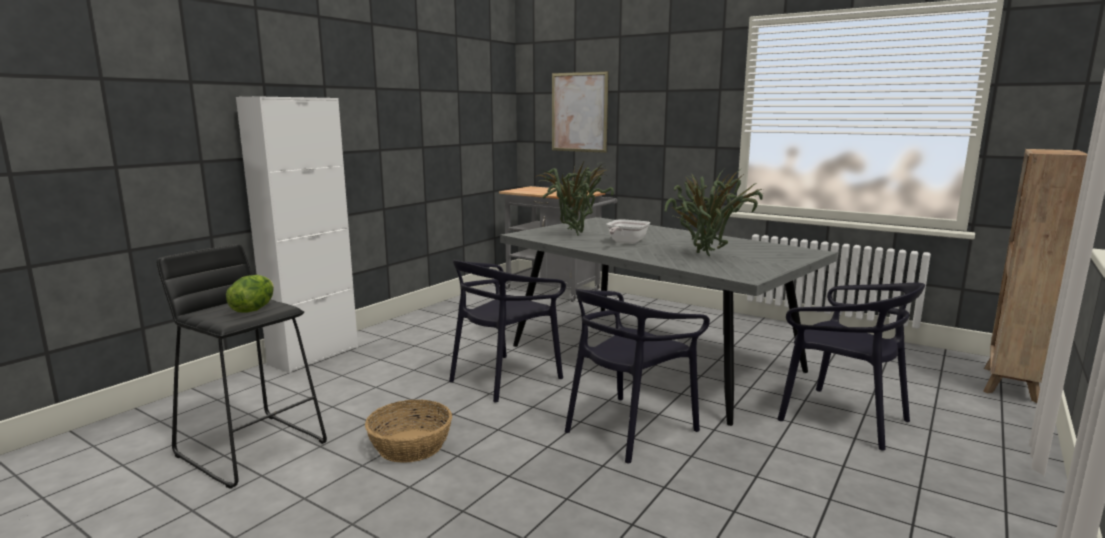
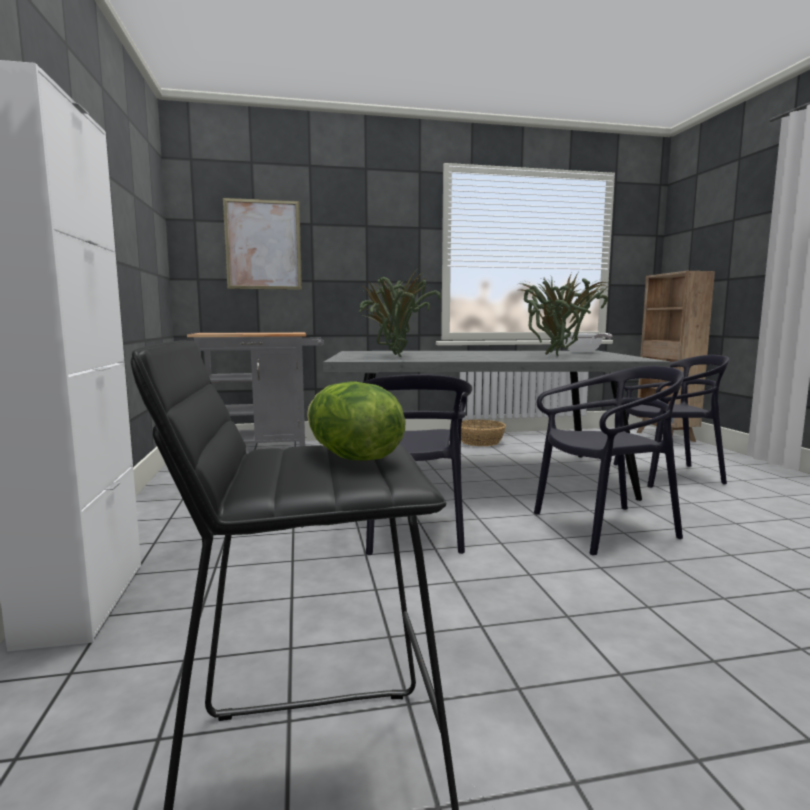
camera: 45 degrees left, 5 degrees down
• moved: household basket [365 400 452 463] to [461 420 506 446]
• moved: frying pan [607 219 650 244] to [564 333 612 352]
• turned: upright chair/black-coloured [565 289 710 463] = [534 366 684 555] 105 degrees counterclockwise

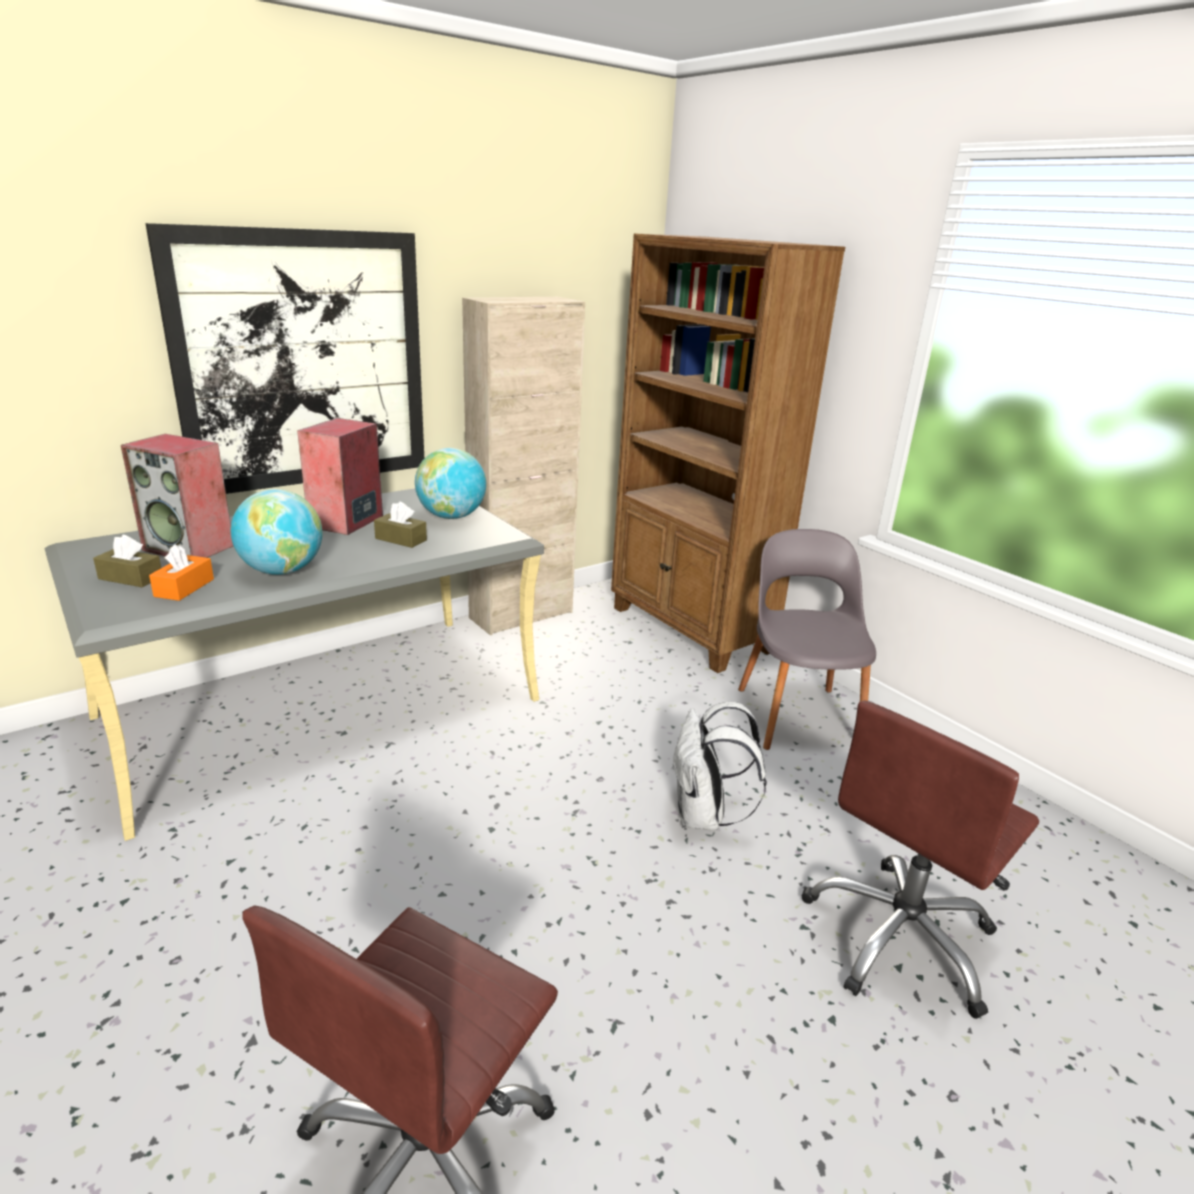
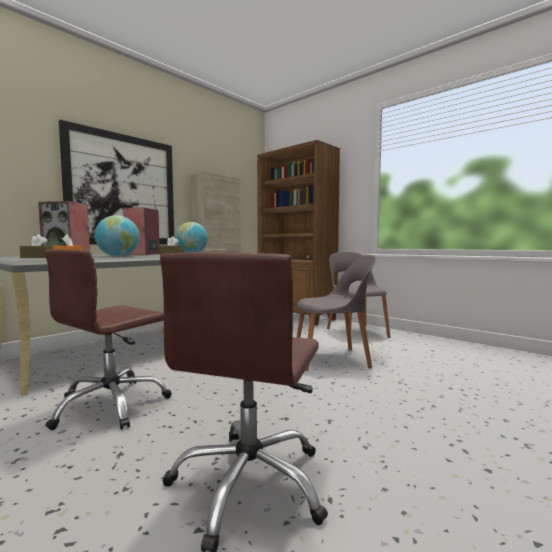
camera: 10 degrees left, 20 degrees down
• moved: desk chair/brown [802 700 1039 1019] to [45 249 171 430]
• replaced: rucksack/white [671 702 767 831] to upright chair/grey [296 255 376 371]

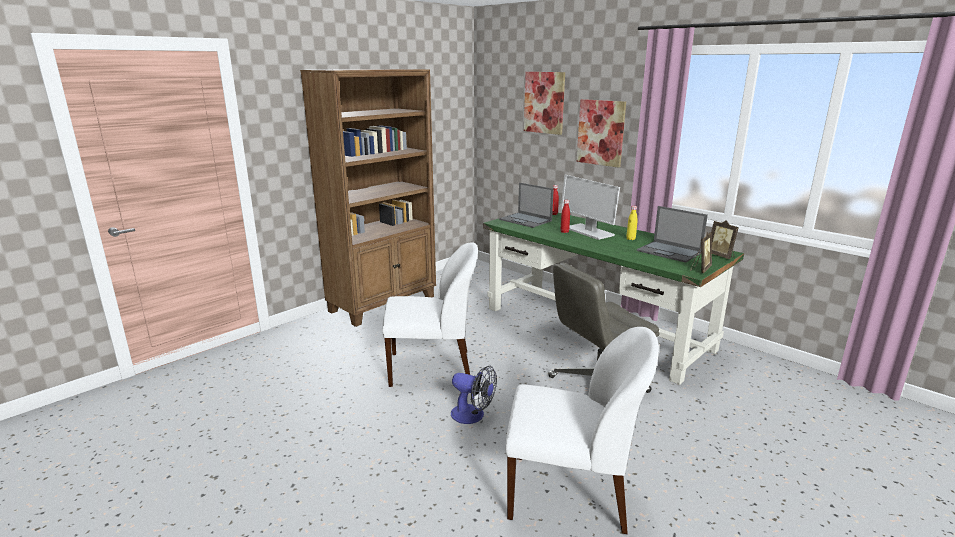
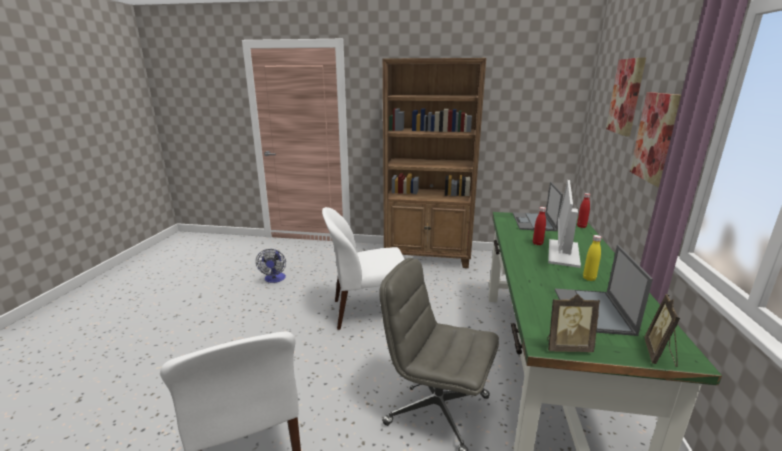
camera: 55 degrees right, 0 degrees up
• moved: electric fan [451 366 497 424] to [256 249 286 283]
• turned: upright chair/white [382 242 478 387] = [322 207 405 330] 120 degrees clockwise

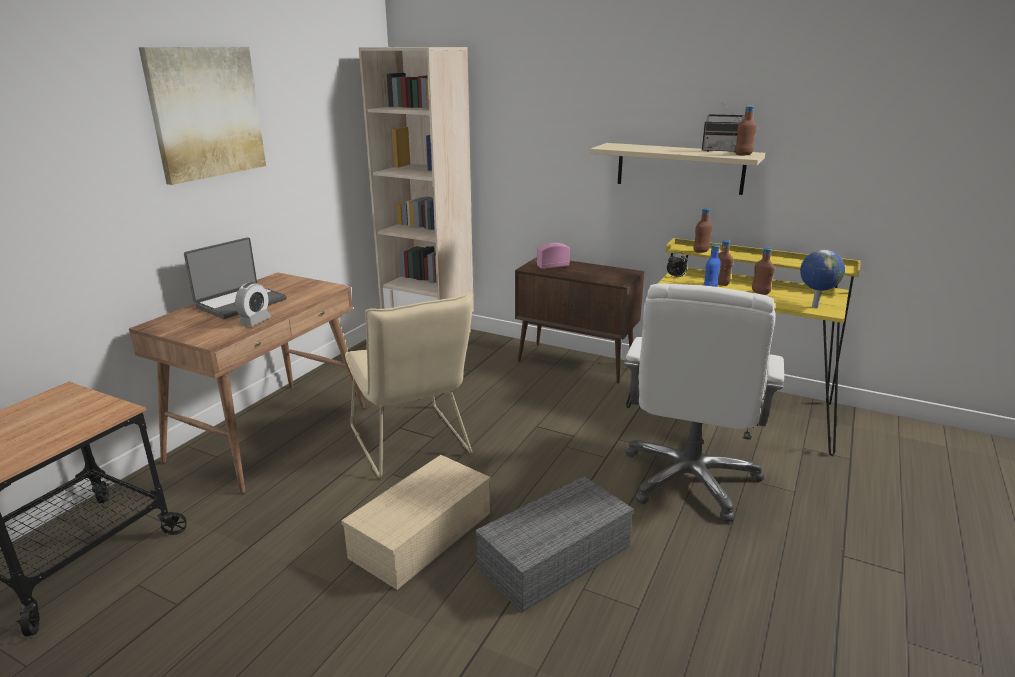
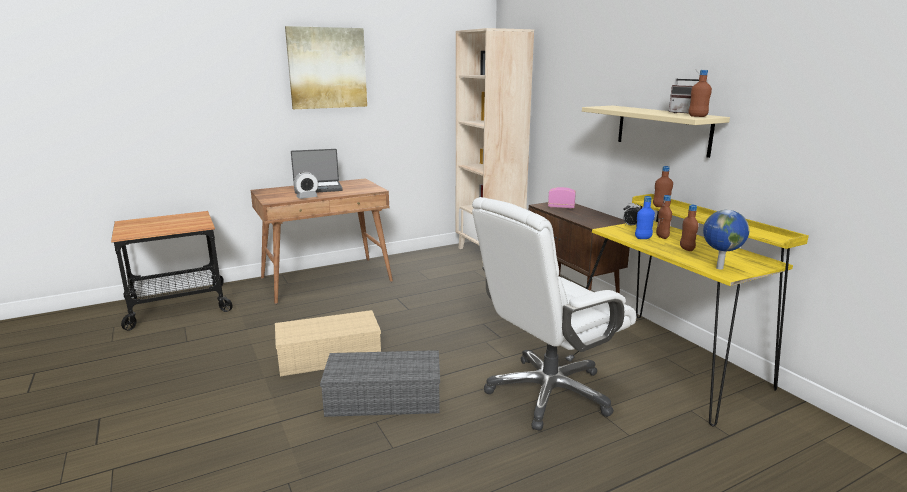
camera: 35 degrees right, 5 degrees down
• removed: upright chair/beige [345 292 474 478]

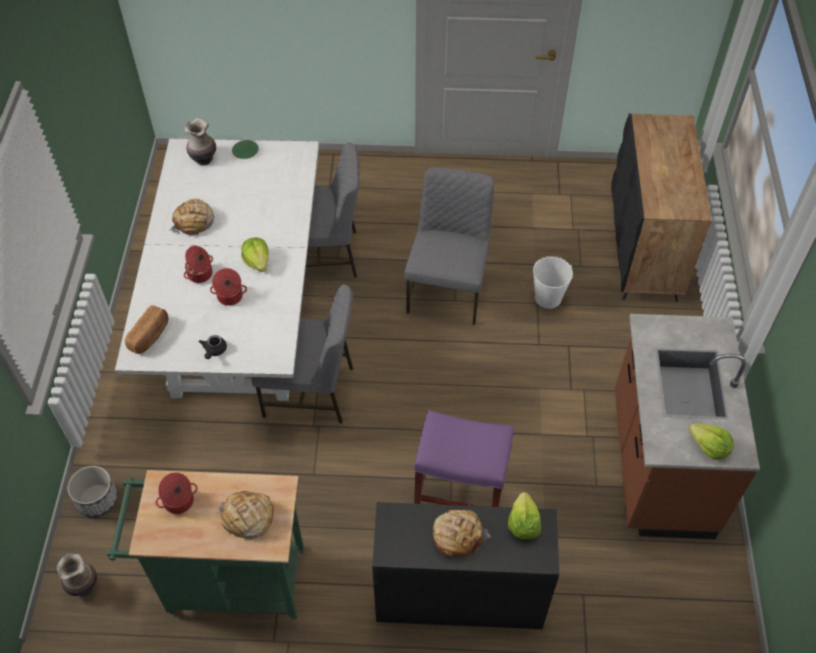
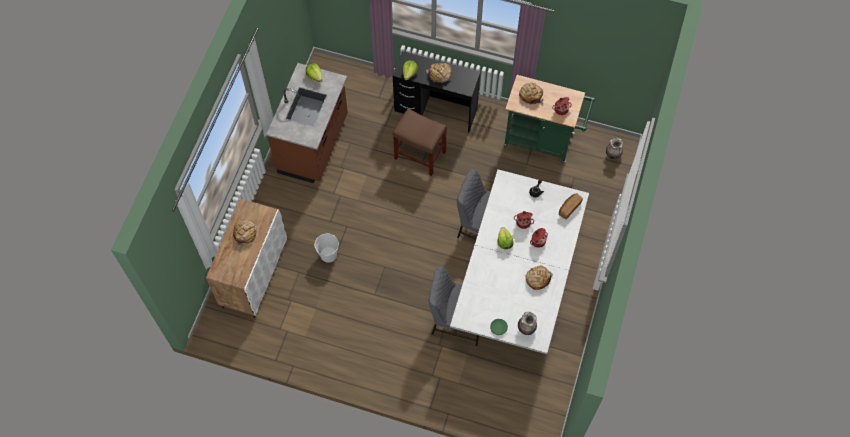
camera: 165 degrees left, 10 degrees up
• removed: planter [68 466 118 518]
• removed: upright chair/grey [405 167 494 325]
• added: bread [233 220 257 247]
• recoloured: stool seat/purple-coloured [414 410 514 507] to stool seat/brown [393 109 447 176]
• recoloured: storage cabinet/black-coloured [611 114 712 302] to storage cabinet/white [206 199 287 318]

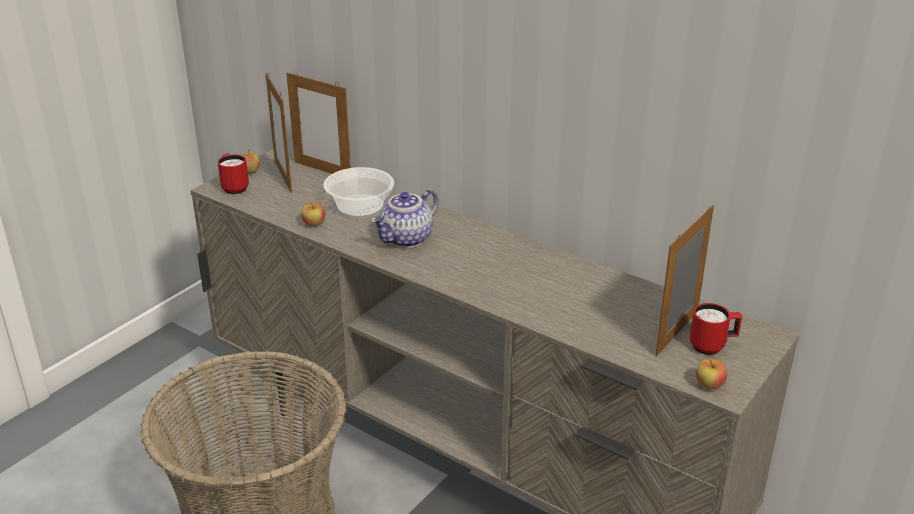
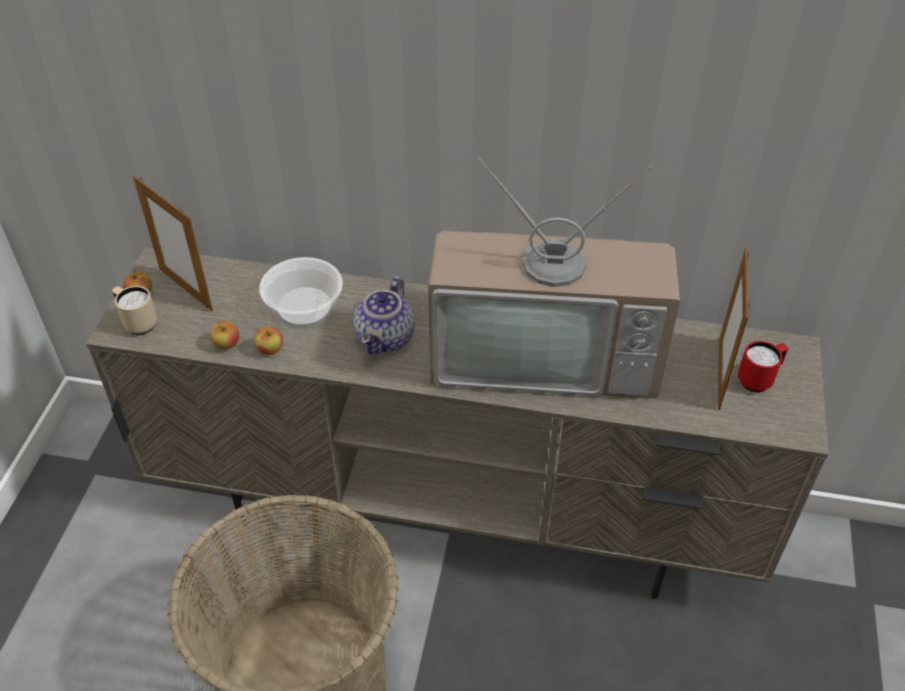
camera: 25 degrees left, 15 degrees up
• removed: picture frame [286 71 351 174]
• added: TV [428 157 680 399]
• moved: whole apple [696 358 727 389] to [211 321 239 350]
• recoloured: tea mug/red-coloured [218 153 249 194] to tea mug/beige [112 286 157 335]

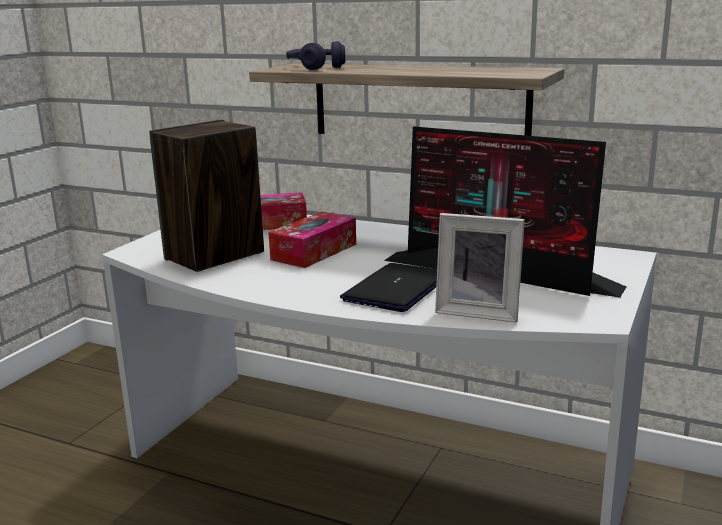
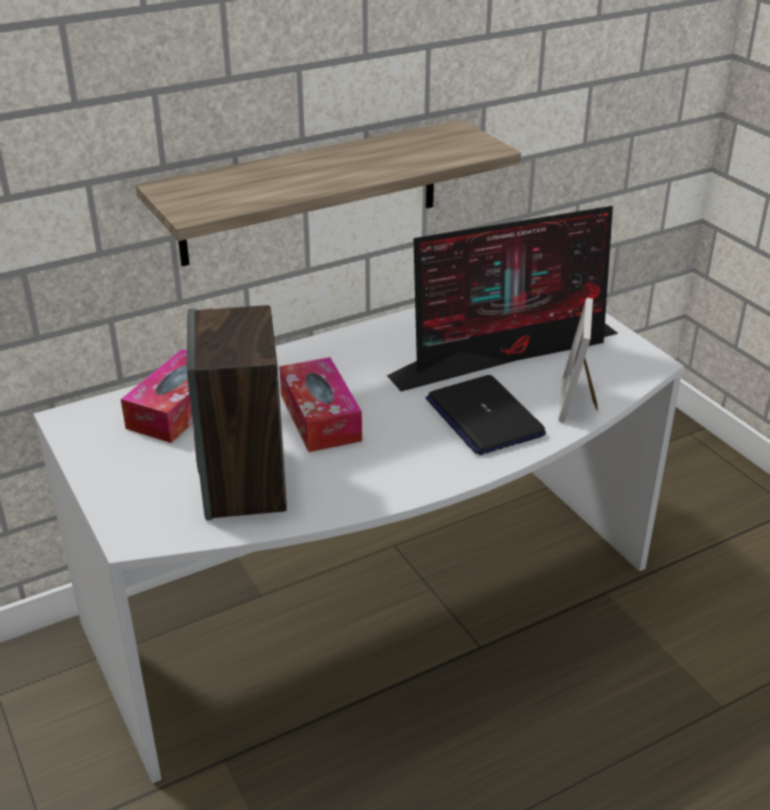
camera: 55 degrees left, 15 degrees up
• removed: headphones/purple-coloured [286 41 345 70]
• turned: picture frame [435 213 525 323] = [558 298 598 423] 135 degrees clockwise

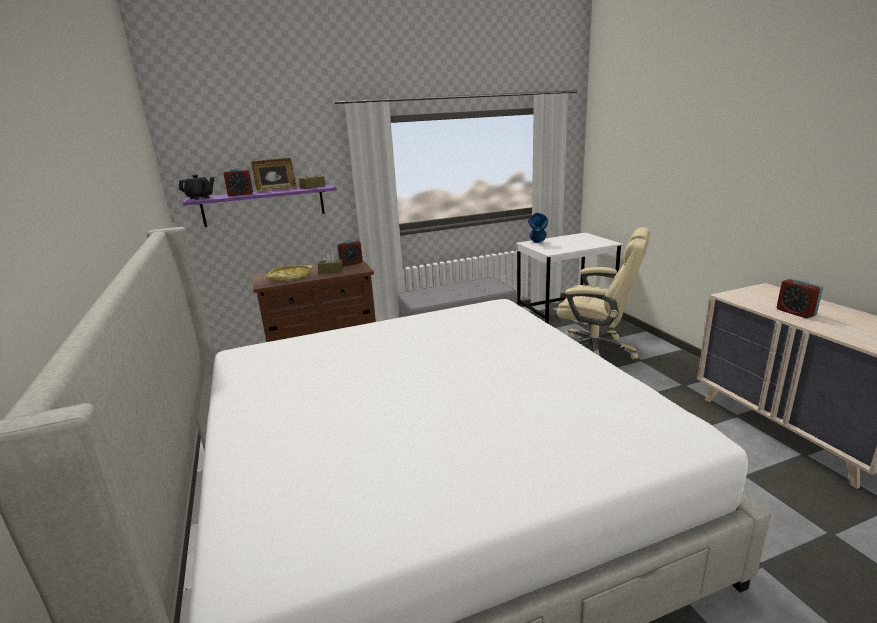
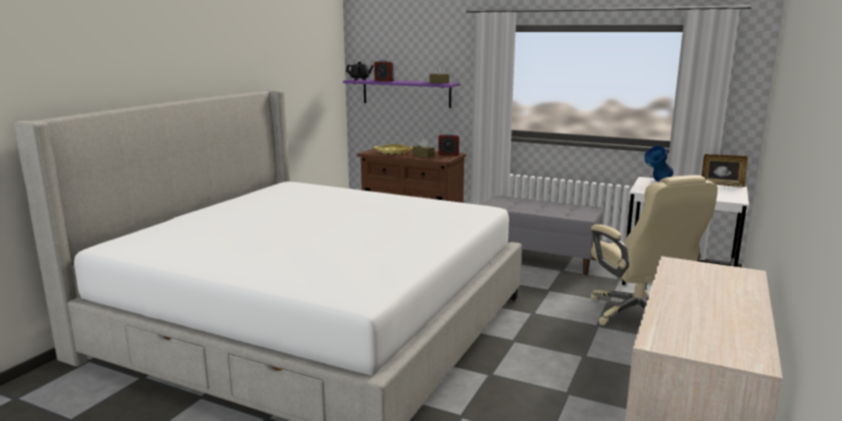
camera: 45 degrees right, 5 degrees down
• removed: table clock [777 279 823 318]
• moved: picture frame [251 158 297 191] to [702 154 748 187]

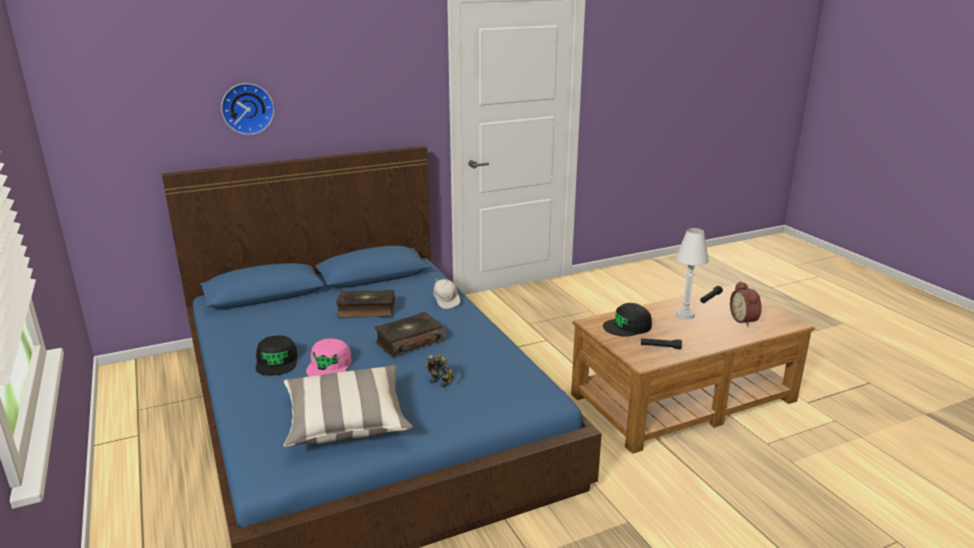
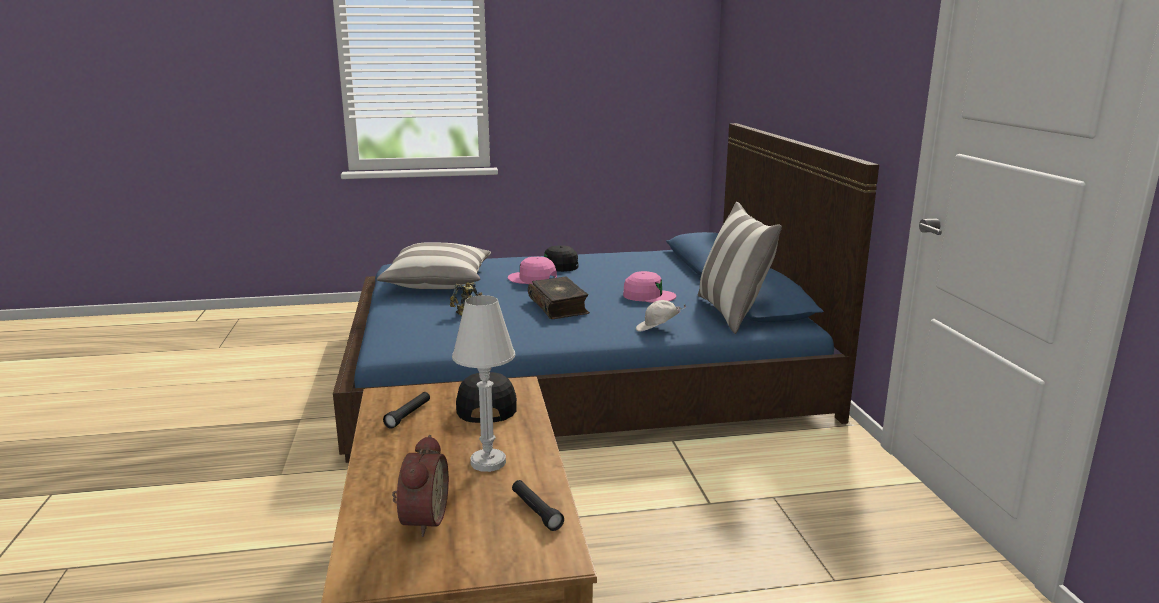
camera: 105 degrees right, 5 degrees down
• removed: wall clock [221 83 274 135]
• added: throw pillow [698 202 782 334]
• replaced: book [336 290 395 318] to cap/pinkish [623 271 676 303]
• turned: table clock [730 281 762 327] = [392 435 449 537] 90 degrees clockwise

